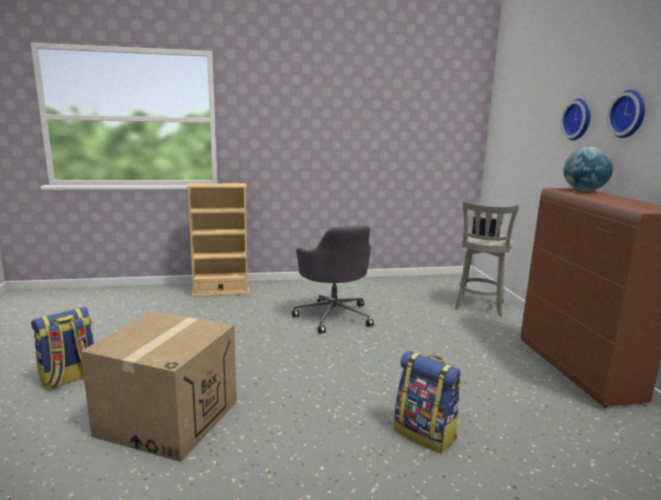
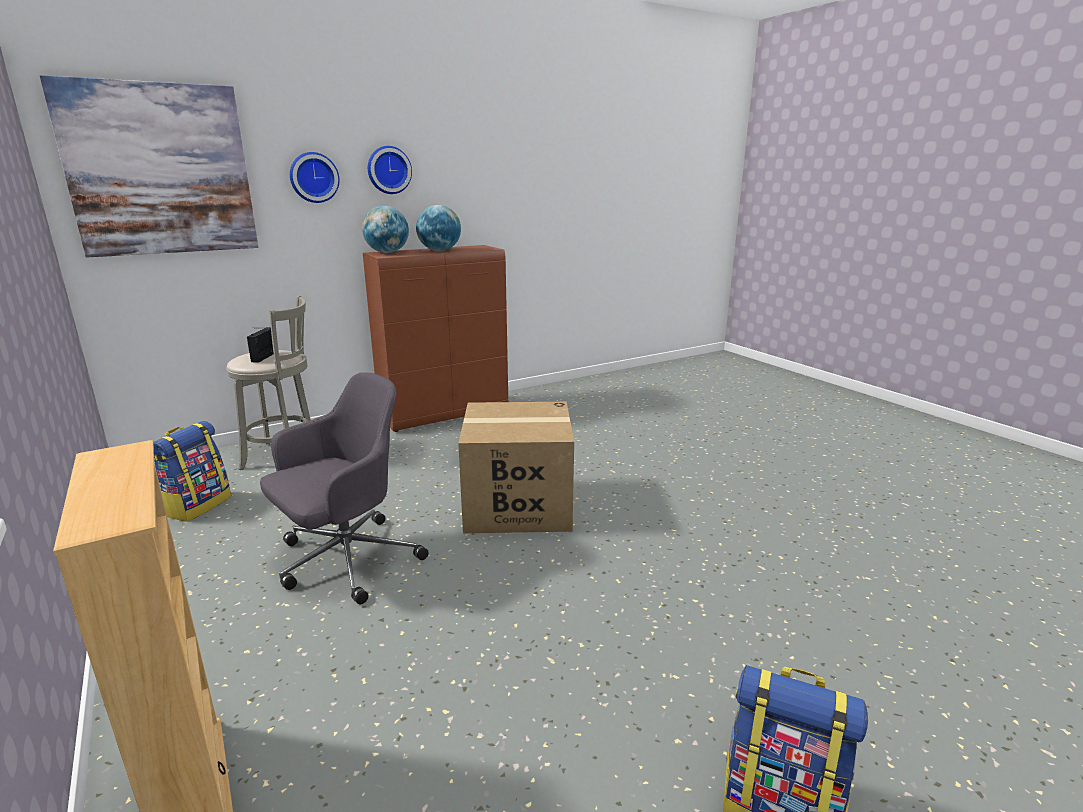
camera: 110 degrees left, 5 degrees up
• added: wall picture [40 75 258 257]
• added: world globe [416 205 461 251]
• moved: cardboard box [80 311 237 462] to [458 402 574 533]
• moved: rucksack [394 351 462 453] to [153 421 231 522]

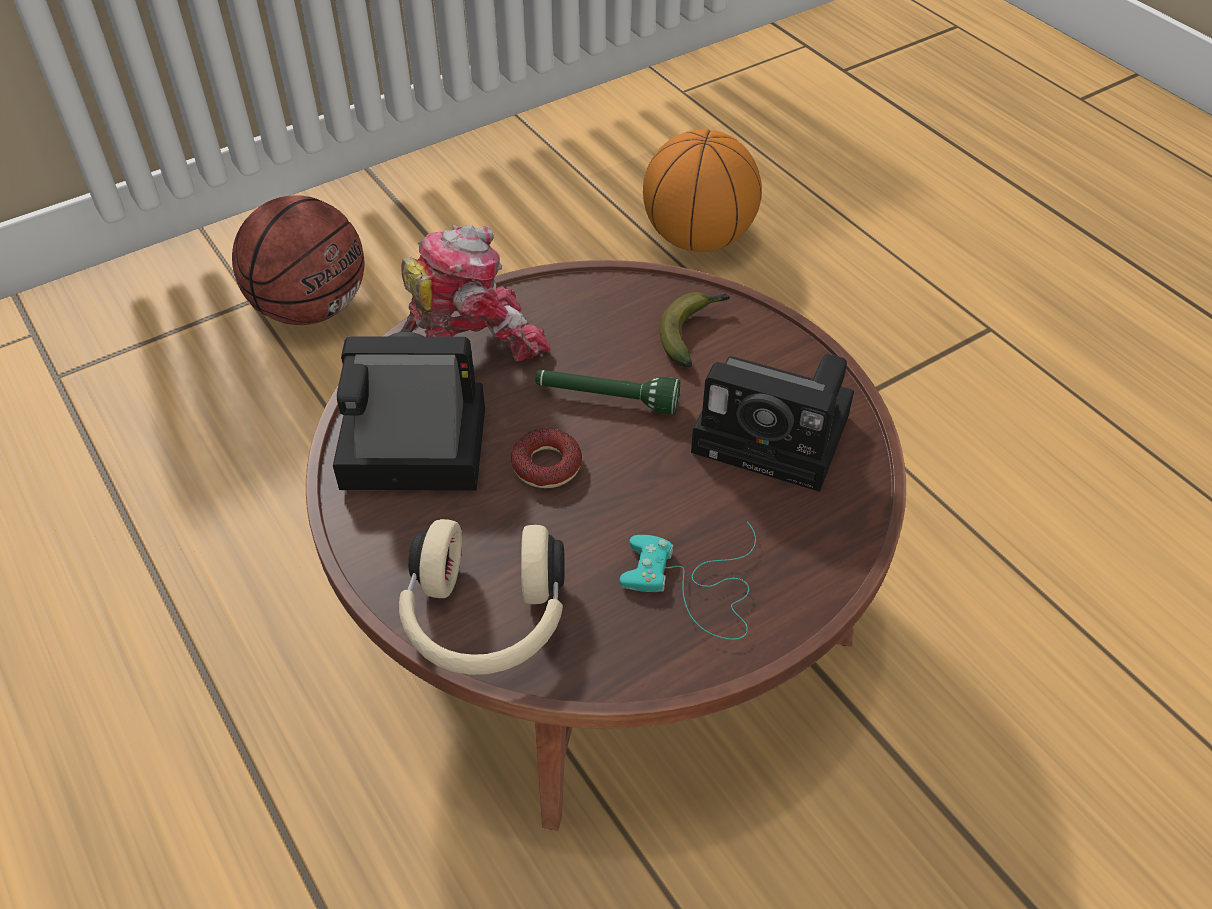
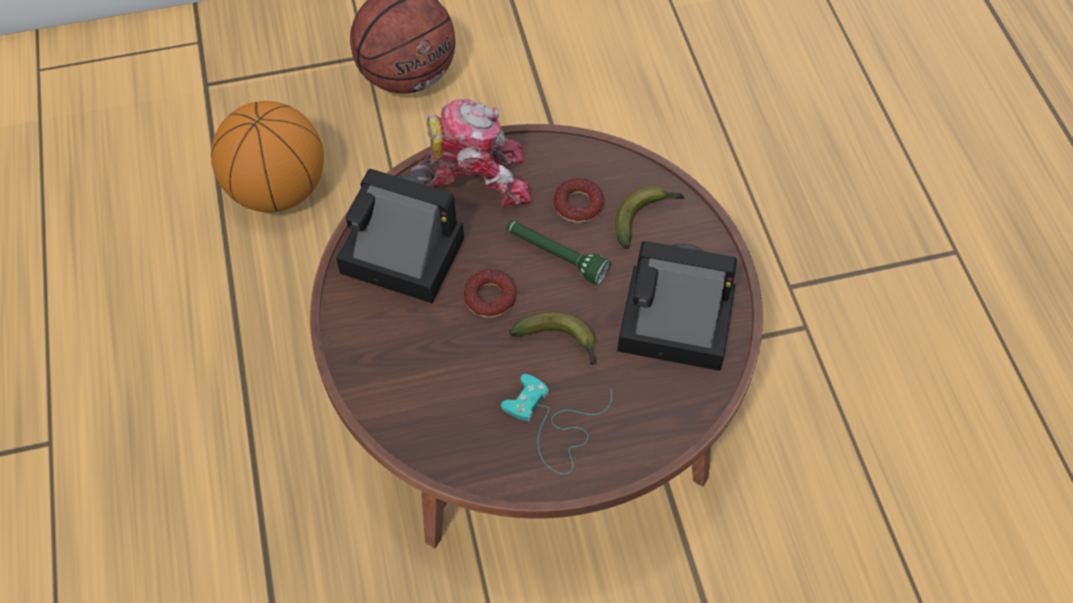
camera: 20 degrees right, 10 degrees up
• removed: headphones/beige [399 519 565 675]
• added: whole banana [509 312 597 365]
• added: doughnut [553 178 604 223]
• moved: ball for basketball [643 129 762 252] to [211 101 324 212]
• turned: still camera [691 354 854 492] = [617 241 737 371] 150 degrees clockwise

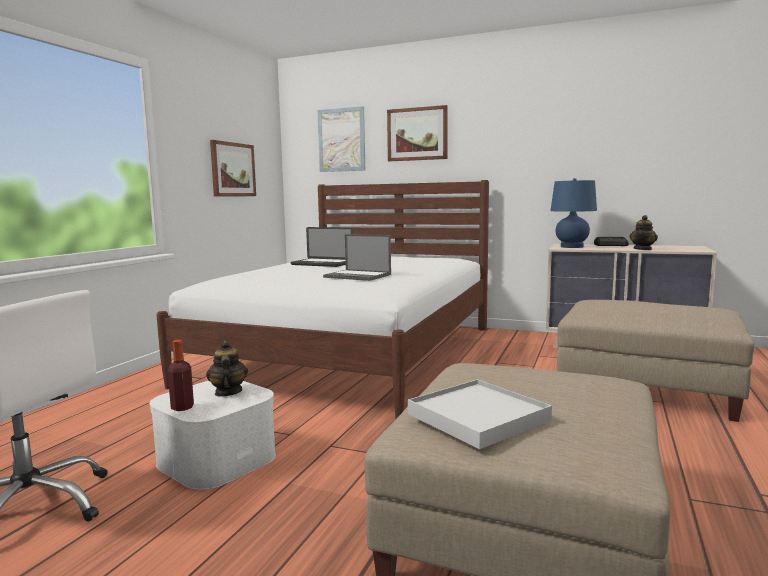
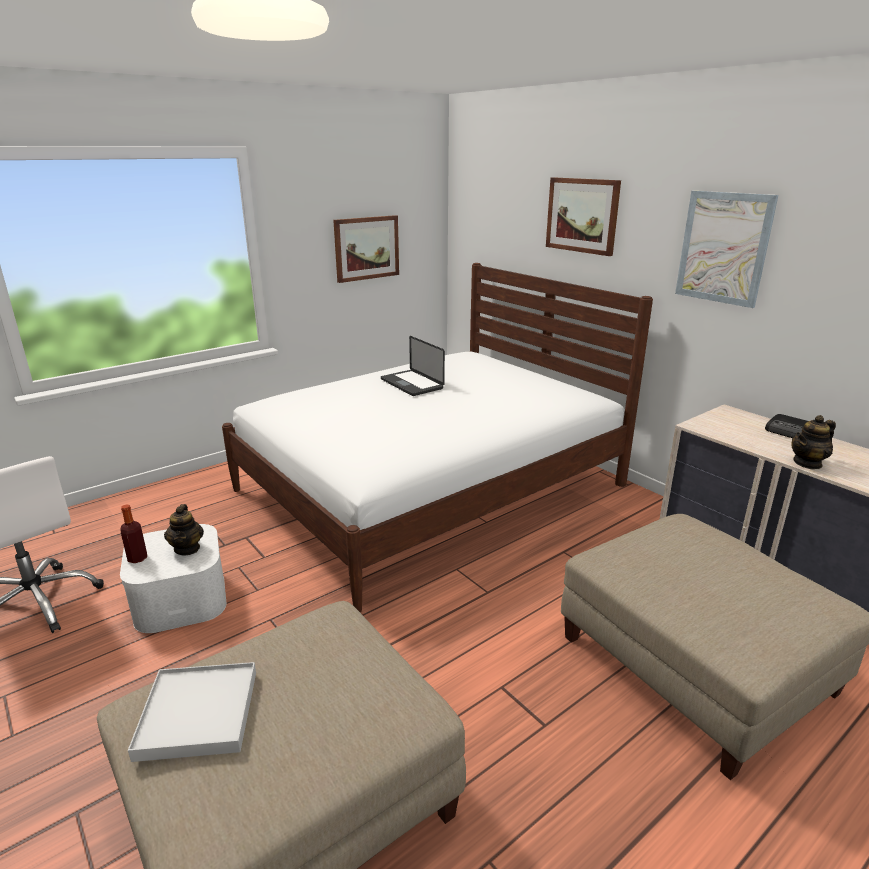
camera: 30 degrees right, 15 degrees up
• removed: notebook computer [323 234 391 281]
• removed: table lamp/blue [550 178 597 248]
• moved: wall picture [318 106 365 172] to [675 191 778 308]
• turned: tea pot [206 340 248 397] = [164 504 204 556] 150 degrees clockwise

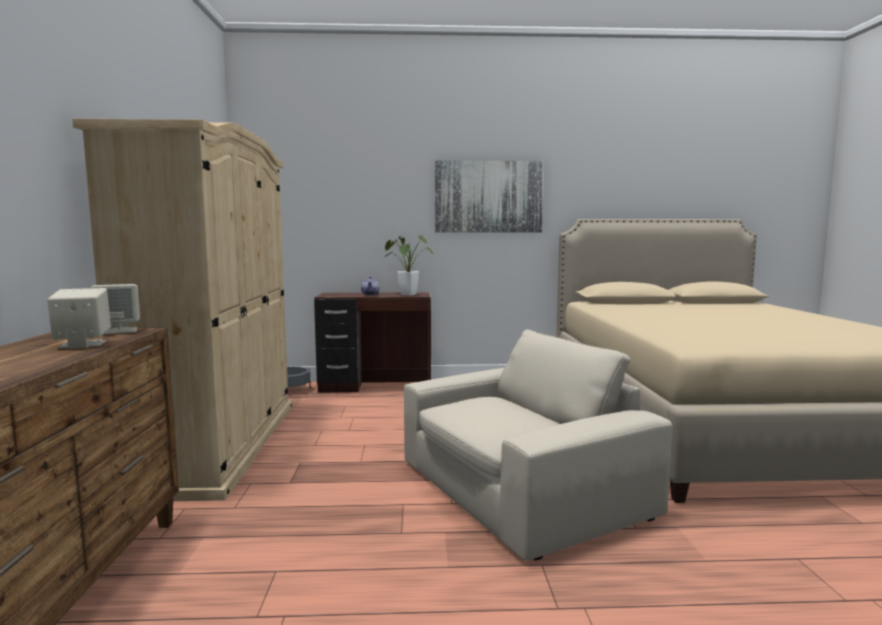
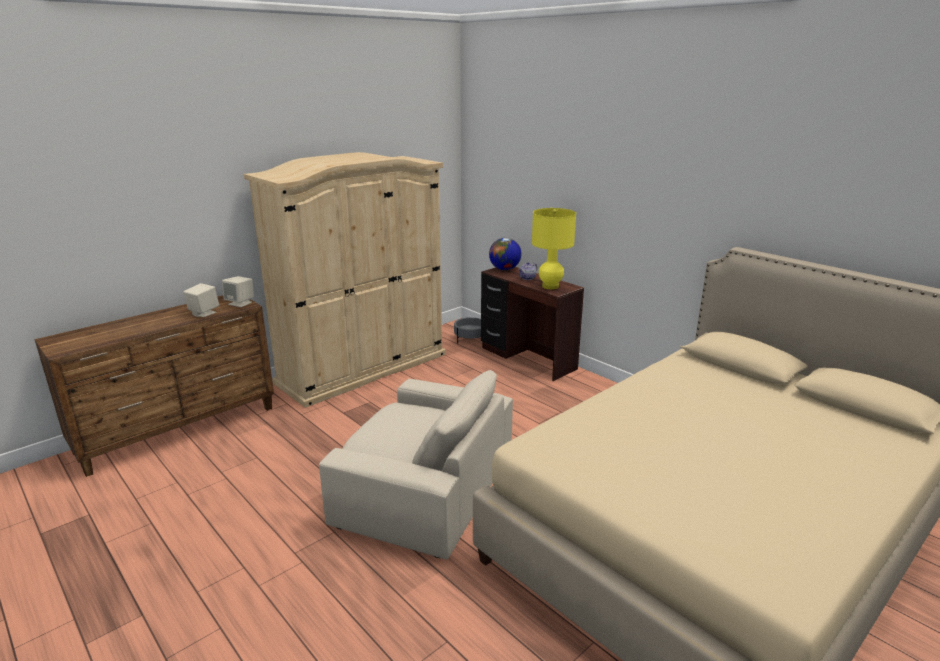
camera: 50 degrees right, 15 degrees up
• removed: wall picture [435 160 544 232]
• added: world globe [489 238 521 270]
• replaced: houseplant [385 235 433 296] to table lamp/yellow [532 208 576 289]

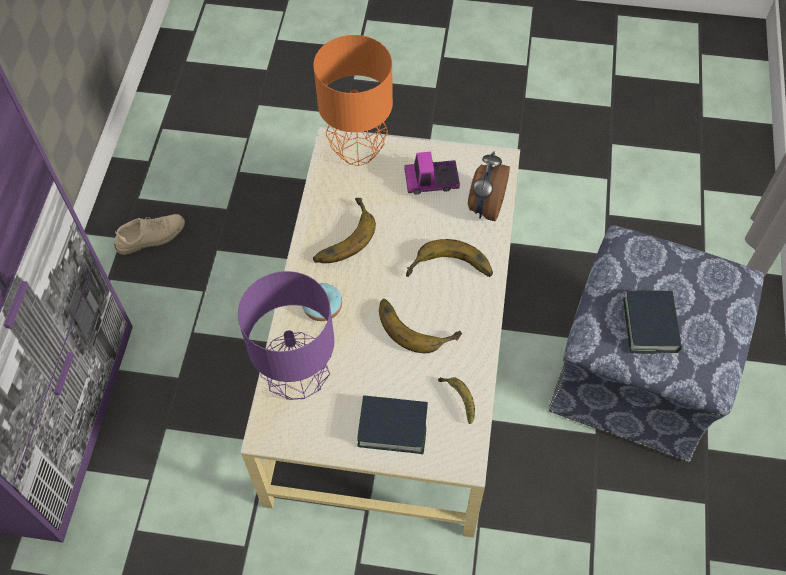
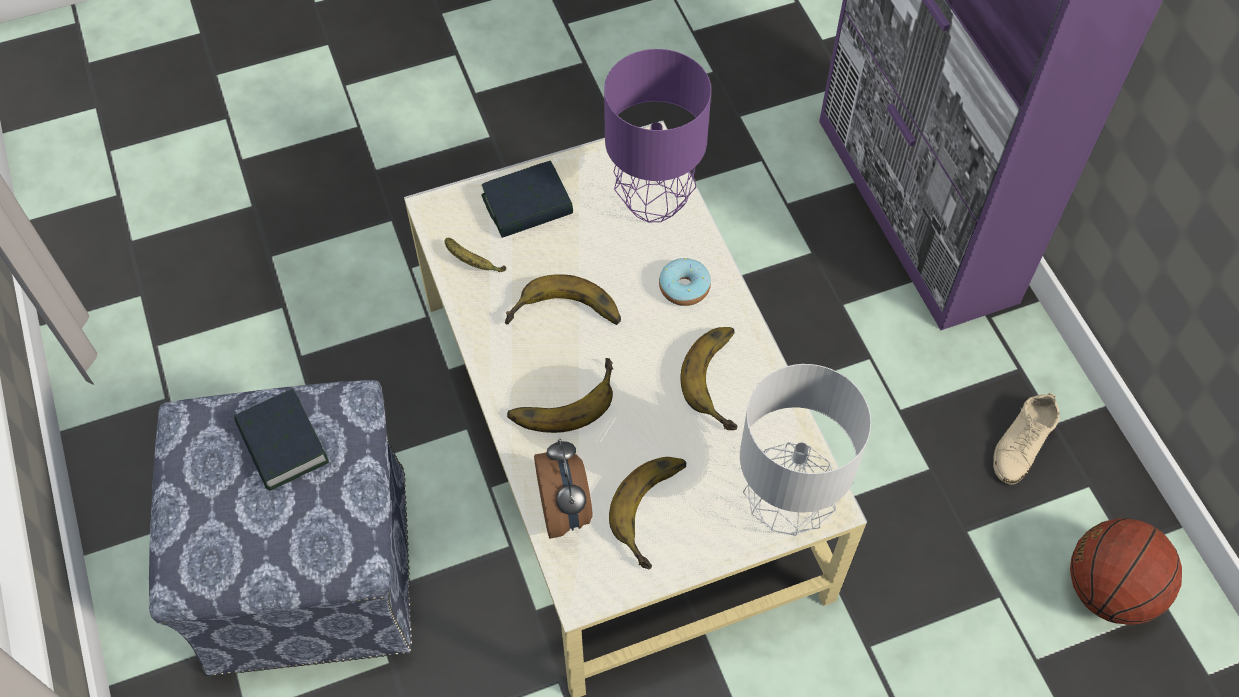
camera: 150 degrees right, 0 degrees up
• added: ball for basketball [1070 518 1182 625]
• replaced: toy lorry [405 152 460 194] to whole banana [609 457 686 569]
• recoloured: table lamp/orange-coloured [313 35 393 166] to table lamp/grey [740 364 871 535]

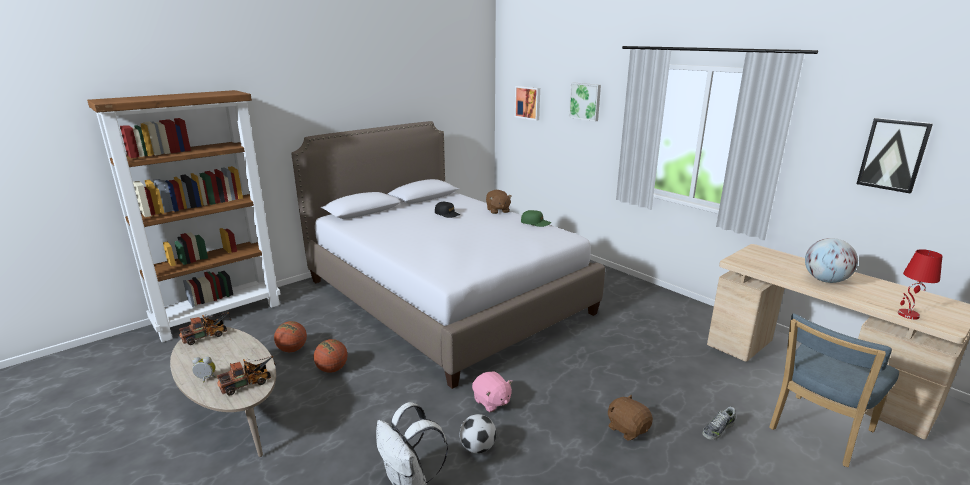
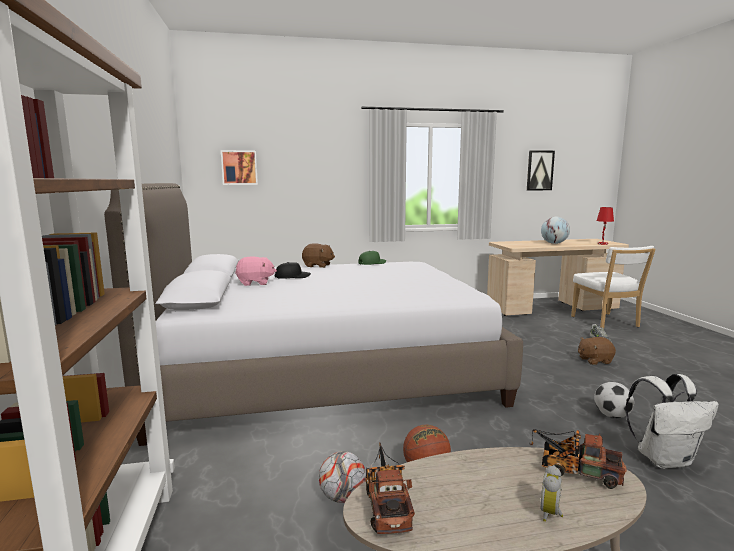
camera: 60 degrees left, 10 degrees down
• removed: wall picture [569 82 601 122]
• moved: plush toy/pinkish [472 371 513 412] to [235 256 277 286]
• replaced: ball for basketball [274 321 307 352] to football ball [319 451 366 503]
• recoloured: upright chair/blue [769 313 899 467] to upright chair/white [571 246 656 328]
• turned: toy lorry [217 356 276 396] = [529 429 627 489] 60 degrees counterclockwise

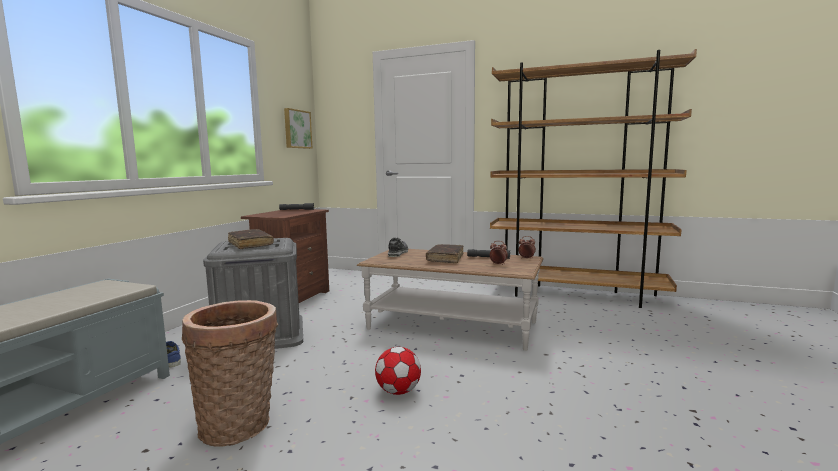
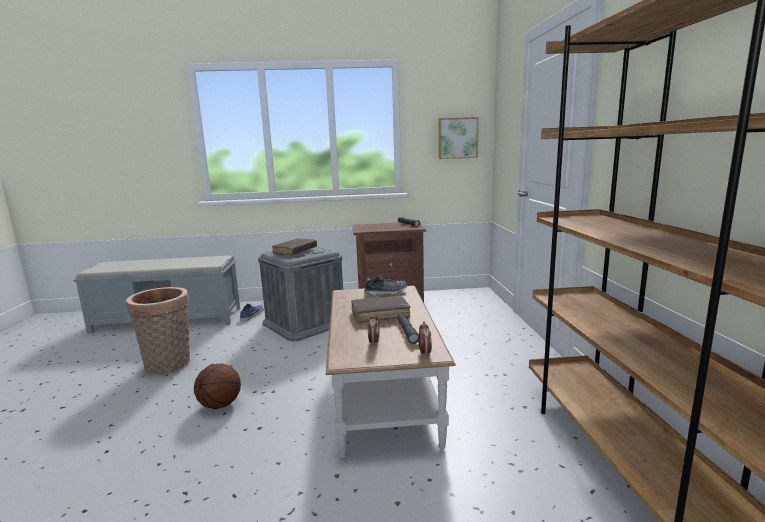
camera: 65 degrees right, 5 degrees up
• replaced: football ball [375 347 421 395] to ball for basketball [194 363 241 409]

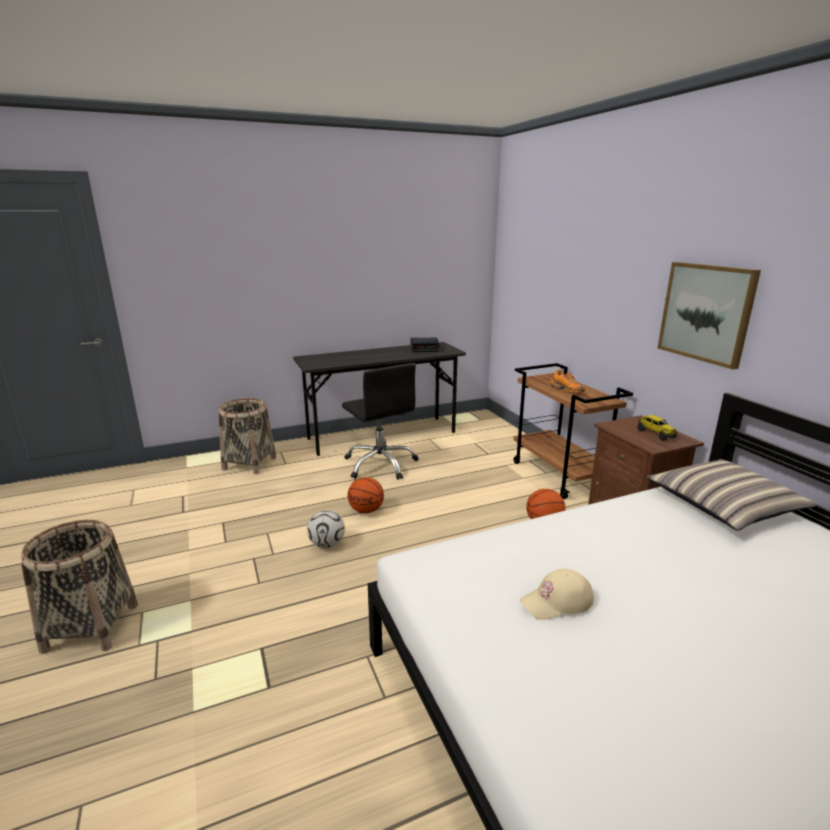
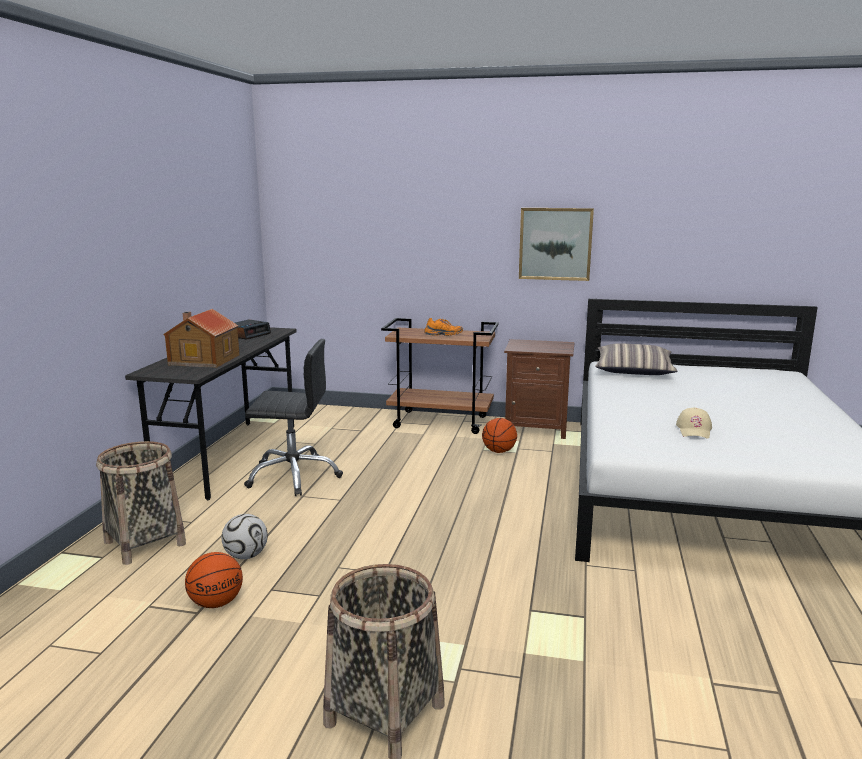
camera: 55 degrees left, 5 degrees down
• removed: toy lorry [637 415 678 441]
• added: toy house [163 309 239 368]
• moved: football ball [307 510 345 548] to [221 514 268 559]
• moved: ball for basketball [348 477 384 513] to [185 552 243 608]

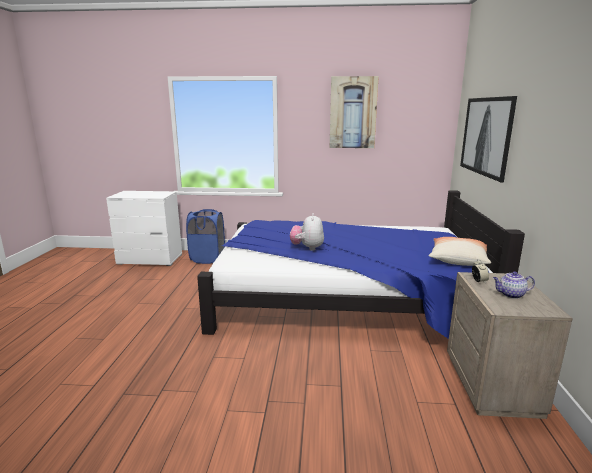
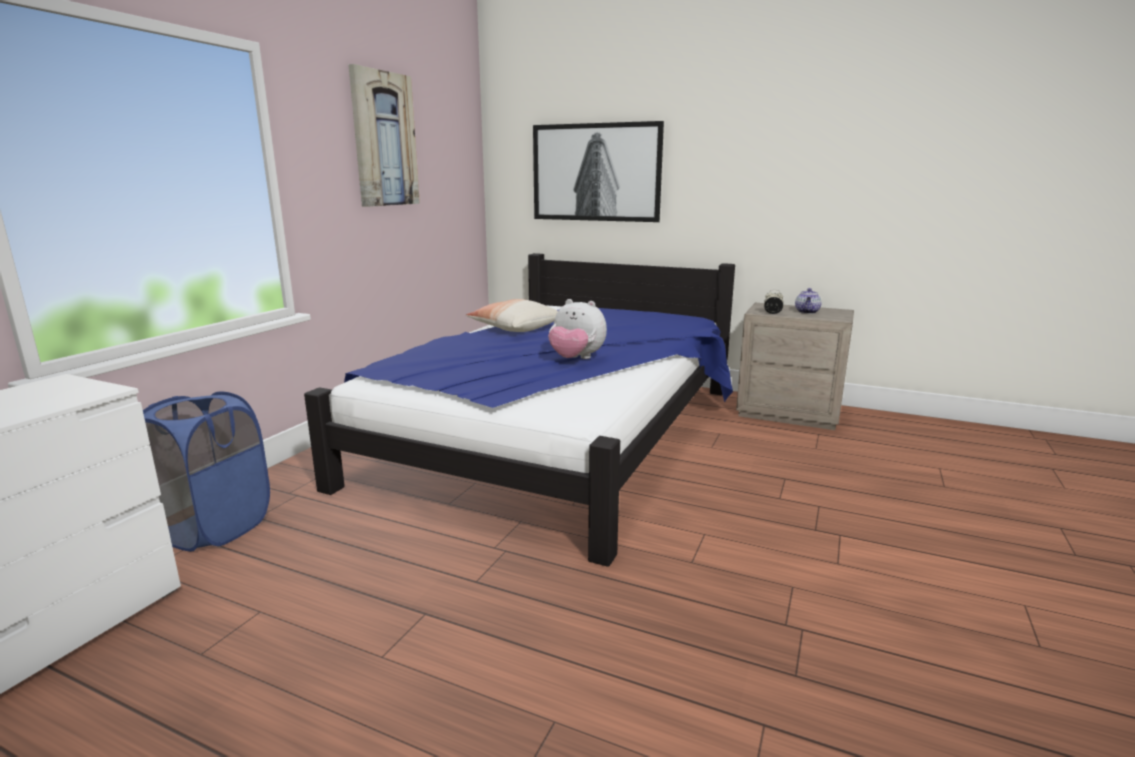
camera: 70 degrees left, 0 degrees up
• moved: throw pillow [429 237 491 266] to [466 299 558 332]

